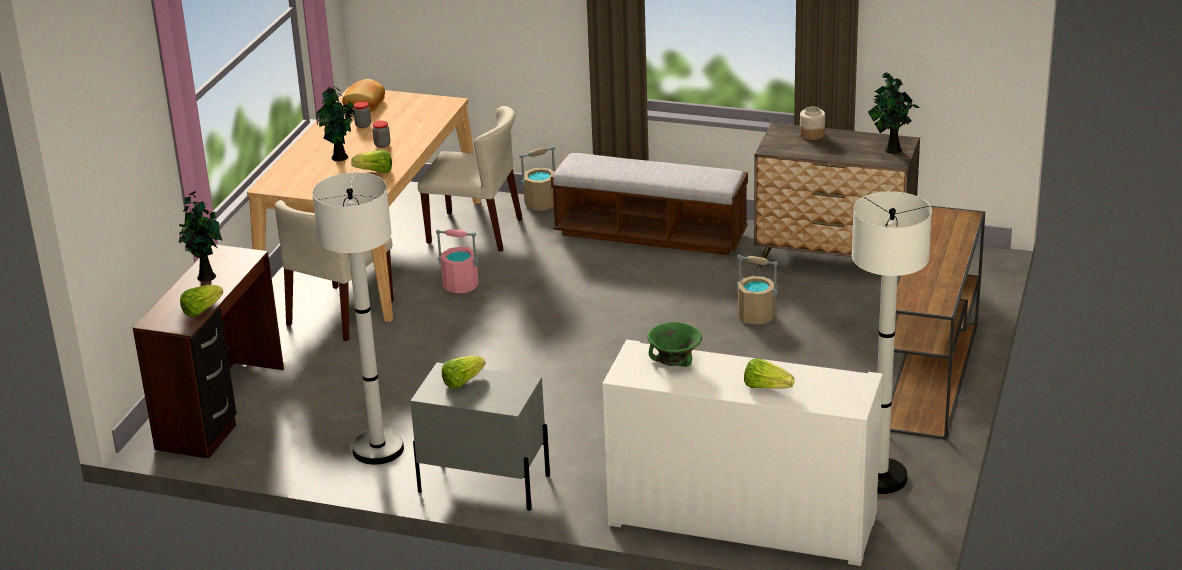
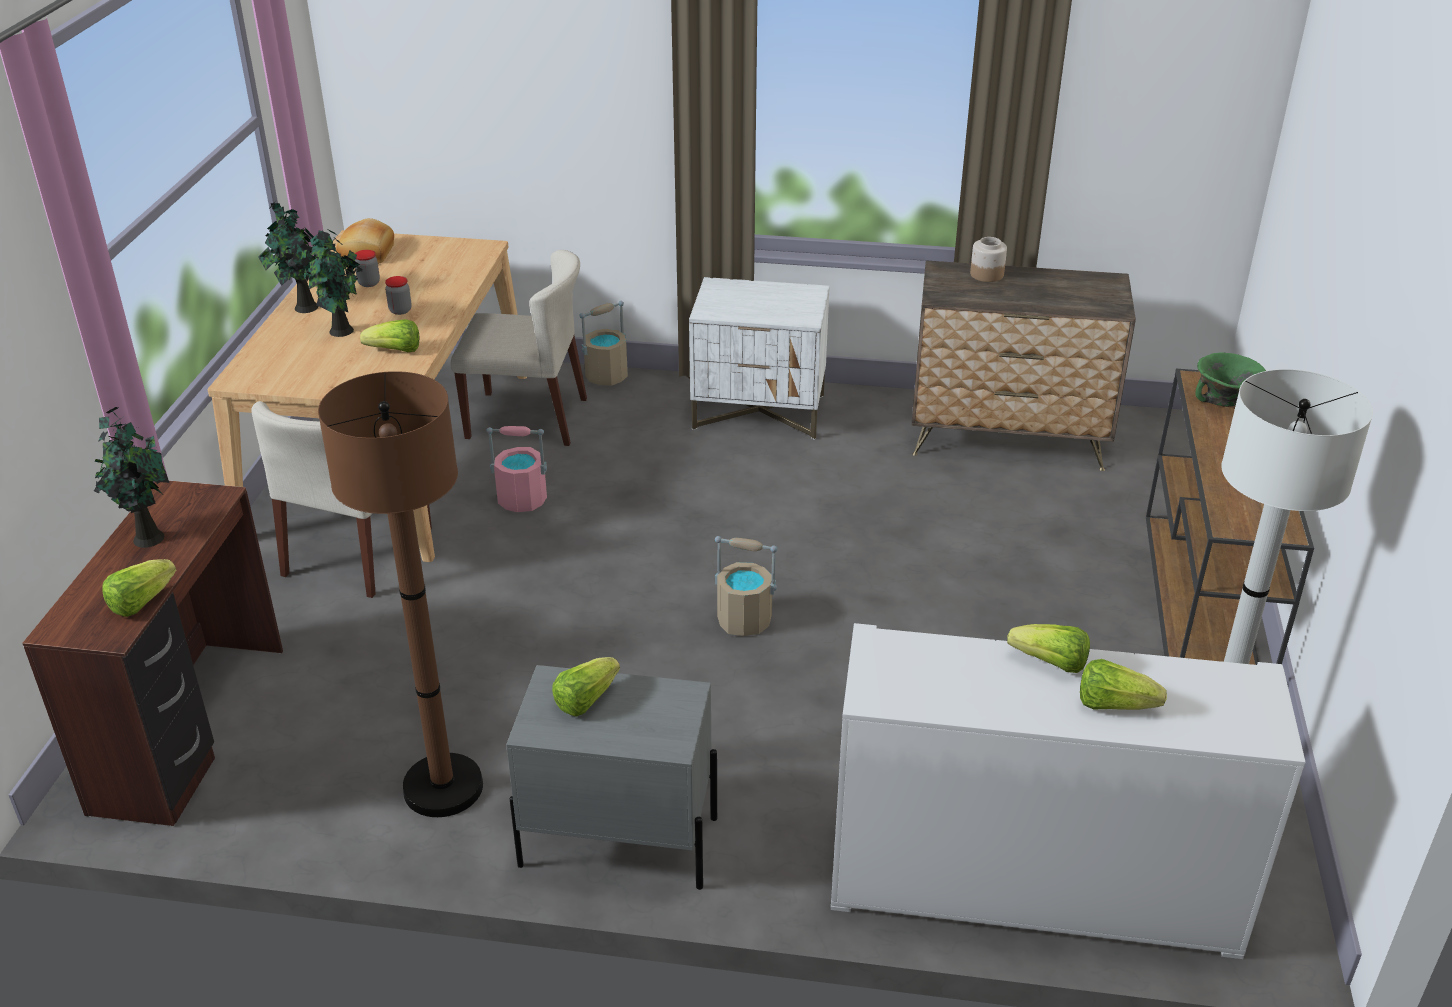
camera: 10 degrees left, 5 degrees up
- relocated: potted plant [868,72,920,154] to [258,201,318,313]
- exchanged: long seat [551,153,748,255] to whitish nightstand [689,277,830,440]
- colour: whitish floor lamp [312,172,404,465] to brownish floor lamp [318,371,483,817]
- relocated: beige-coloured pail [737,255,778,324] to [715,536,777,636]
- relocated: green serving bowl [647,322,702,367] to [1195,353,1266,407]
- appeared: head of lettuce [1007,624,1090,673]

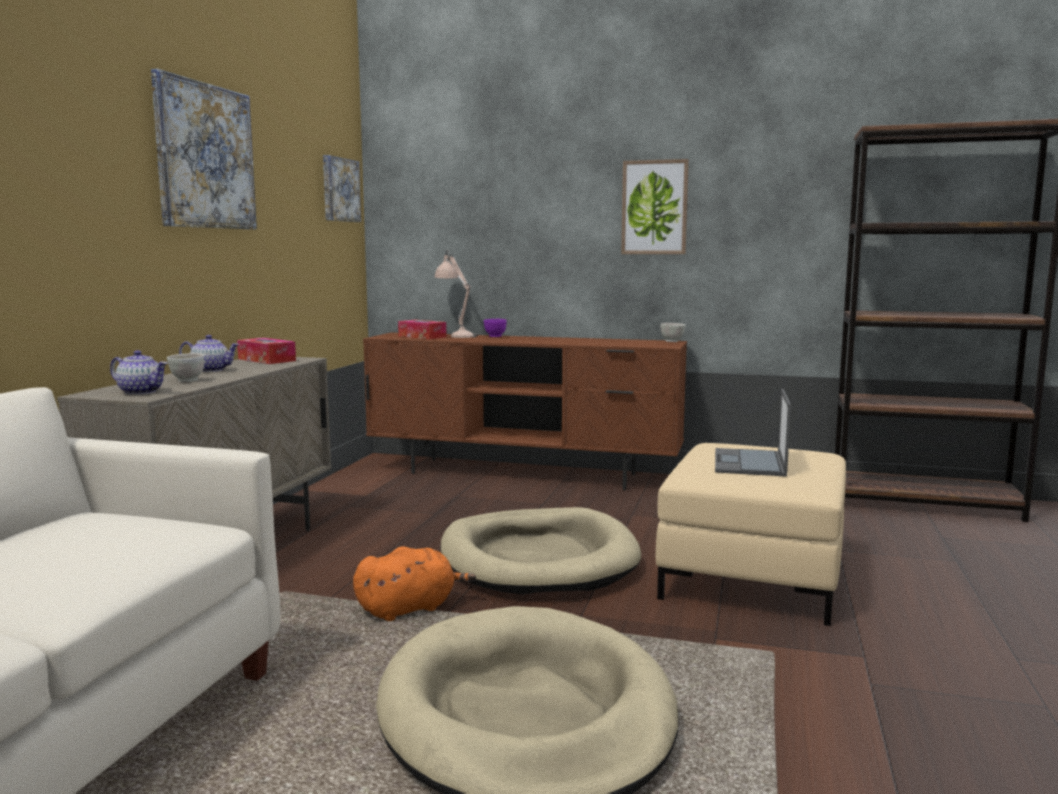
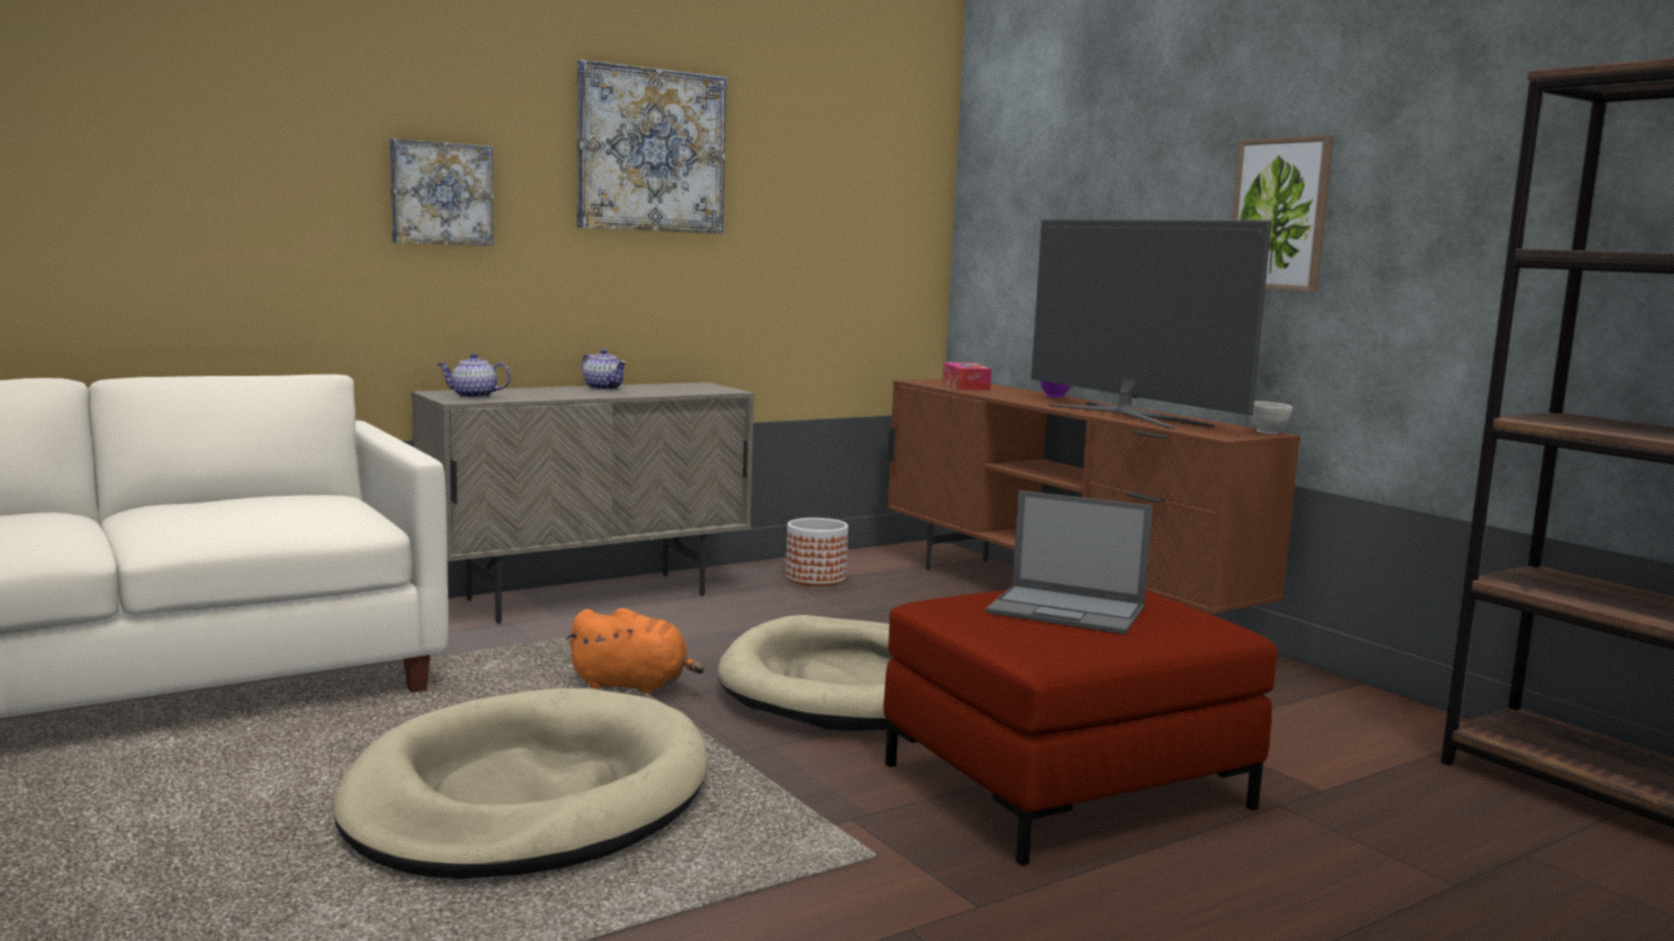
camera: 40 degrees right, 0 degrees up
- relocated: wall art [323,155,361,222] to [390,139,494,246]
- missing: beige-coloured table lamp [434,250,478,338]
- missing: tissue holder [237,338,296,364]
- spun: tea pot [110,350,167,395] = [438,353,511,398] 120 degrees clockwise
- missing: whitish serving bowl [167,353,204,382]
- spun: laptop [715,389,791,476] = [986,490,1153,634] 120 degrees counterclockwise
- colour: beige-coloured pouffe [656,443,846,626] to reddish pouffe [883,590,1278,866]
- appeared: TV set [1031,219,1272,429]
- appeared: planter [786,518,848,586]

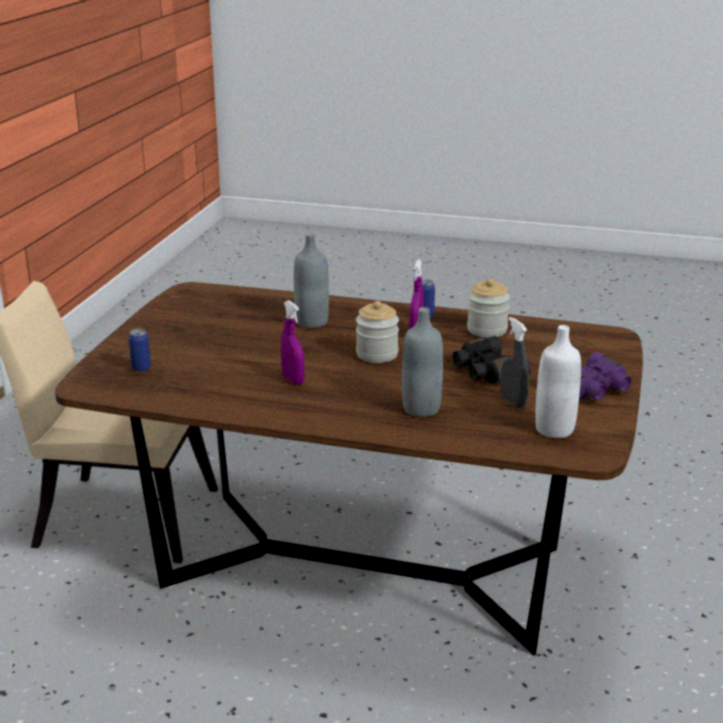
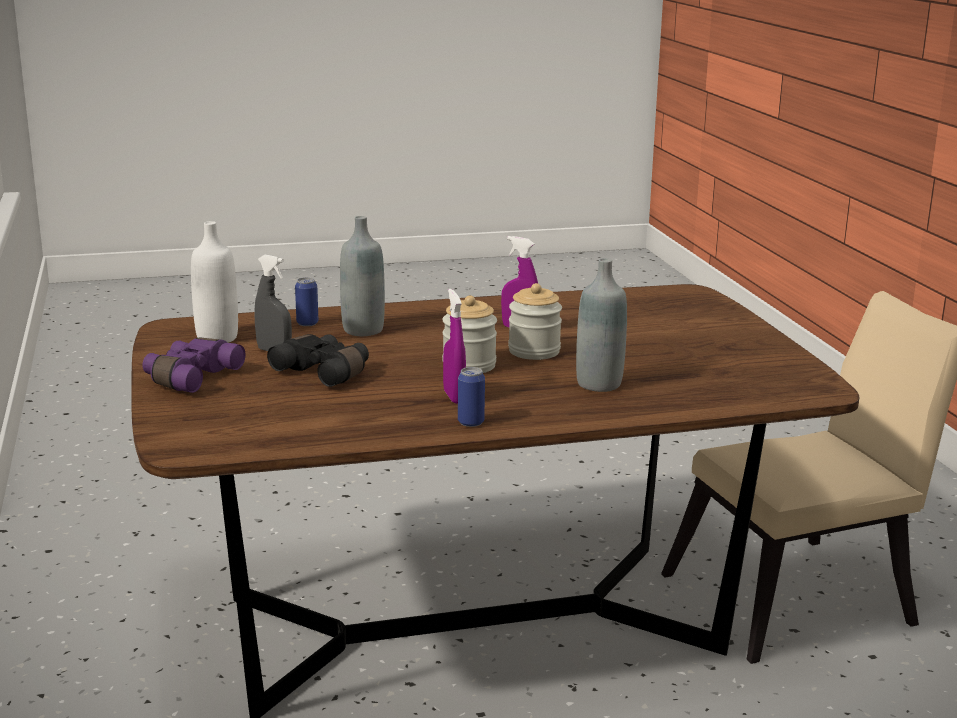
camera: 150 degrees right, 5 degrees down
- relocated: jar [467,278,510,338] to [508,283,562,360]
- relocated: can [128,329,151,372] to [295,277,318,326]

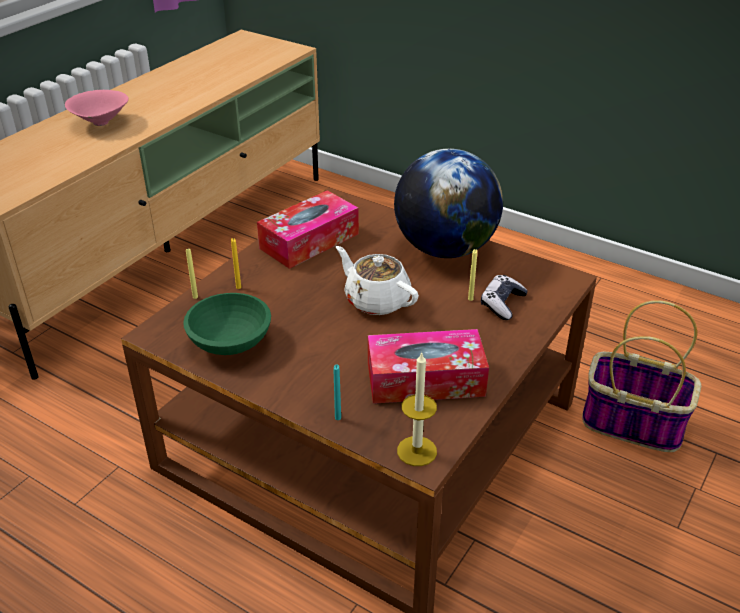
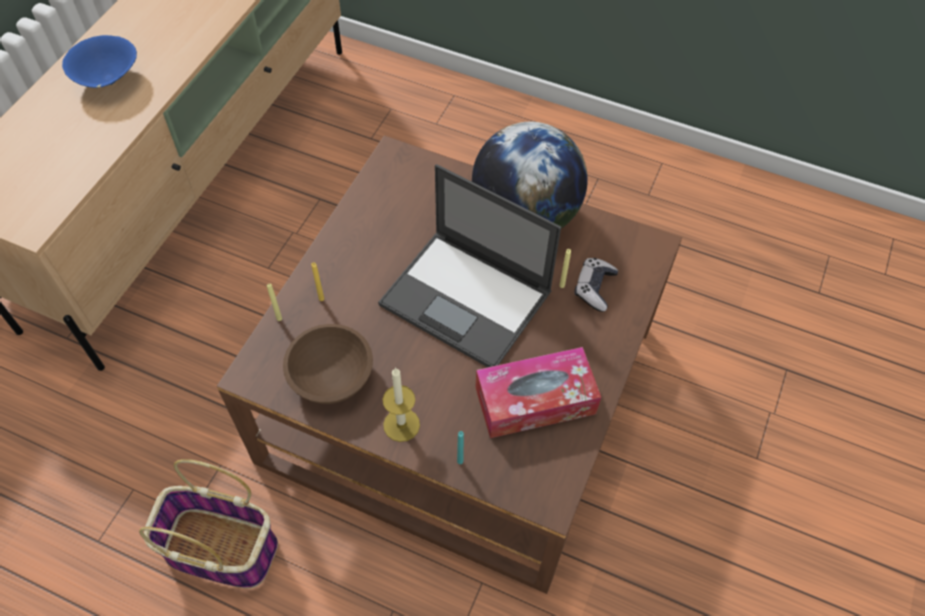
camera: 10 degrees left, 20 degrees up
- colour: pink-coloured serving bowl [65,90,129,126] to blue-coloured serving bowl [62,35,137,88]
- missing: tissue holder [257,190,359,269]
- exchanged: whitish tea pot [336,246,419,315] to laptop [378,164,561,367]
- colour: green serving bowl [183,293,271,355] to brownish serving bowl [283,324,373,404]
- relocated: basket [582,300,701,452] to [139,459,278,588]
- relocated: wax light [397,351,437,466] to [383,367,420,442]

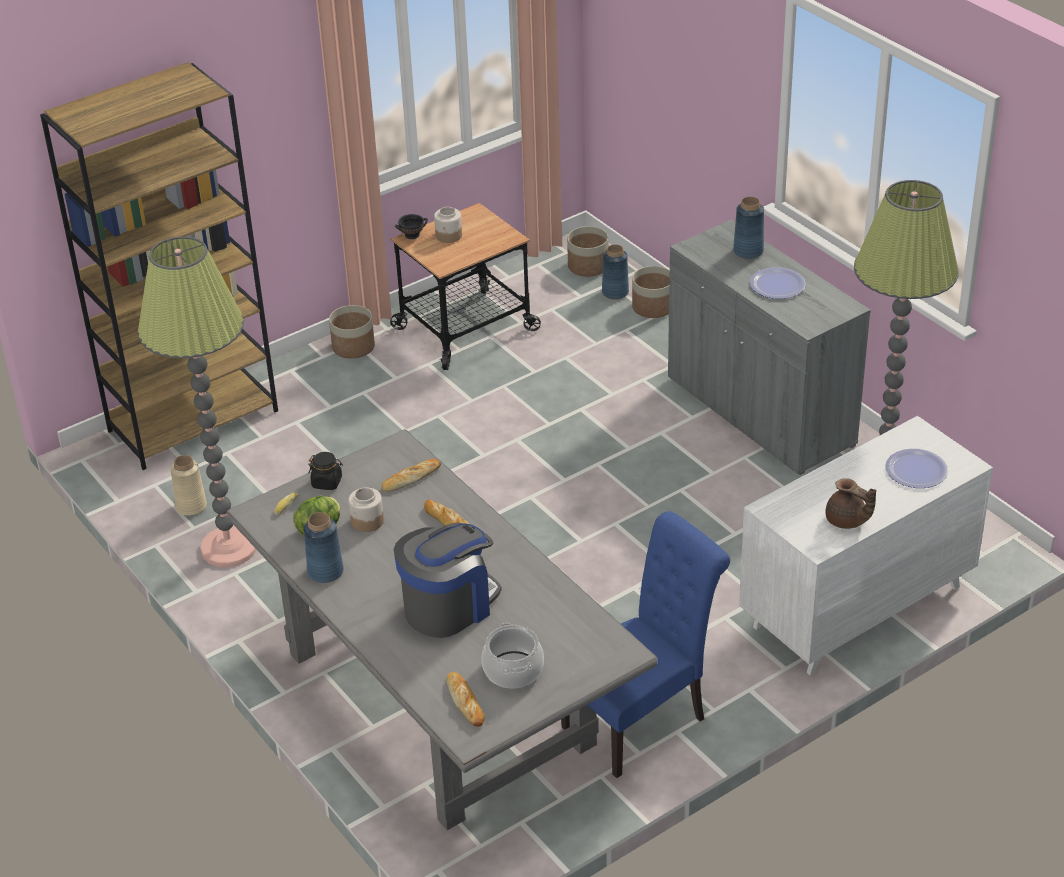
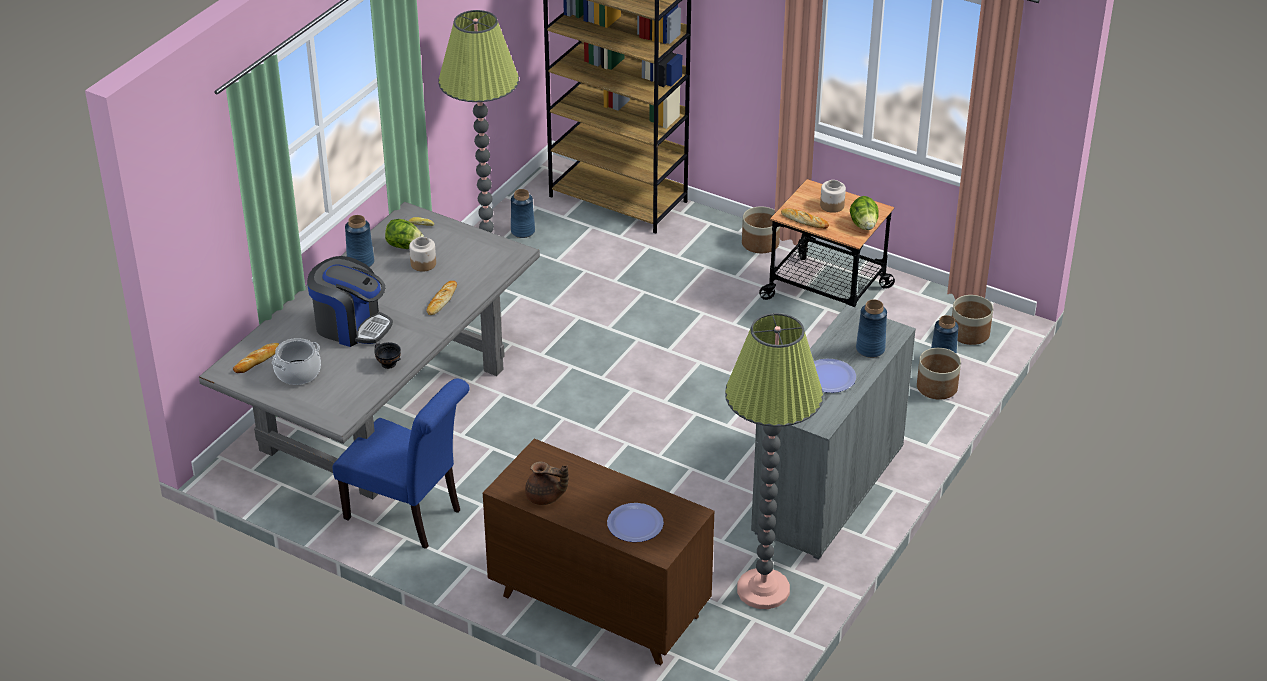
camera: 65 degrees right, 0 degrees up
- relocated: black-coloured serving bowl [395,214,428,239] to [374,342,401,369]
- colour: whitish chest of drawers [739,416,993,675] to brownish chest of drawers [483,439,715,666]
- missing: black-coloured jar [308,452,343,490]
- colour: beige-coloured flower vase [170,455,207,516] to blue-coloured flower vase [511,189,535,238]
- relocated: bread [382,459,441,492] to [781,208,829,229]
- spun: brownish tea pot [825,478,876,529] = [525,461,569,505] 90 degrees counterclockwise
- appeared: head of lettuce [850,196,879,230]

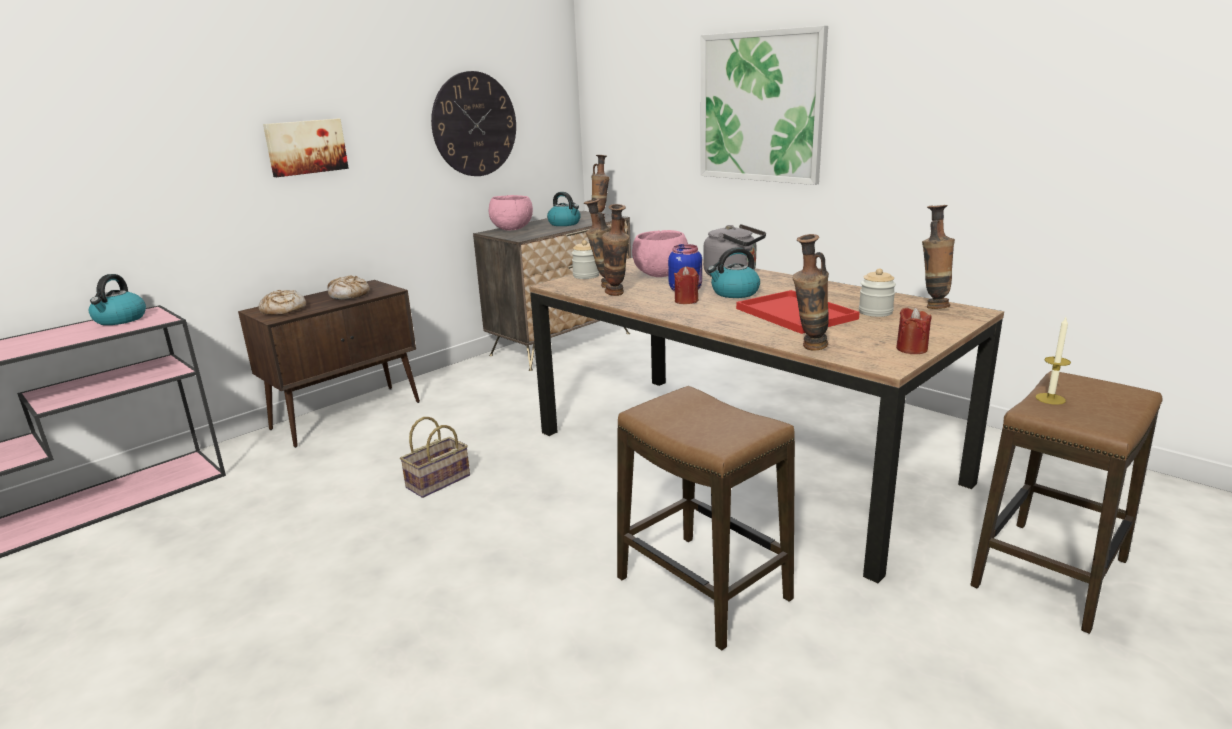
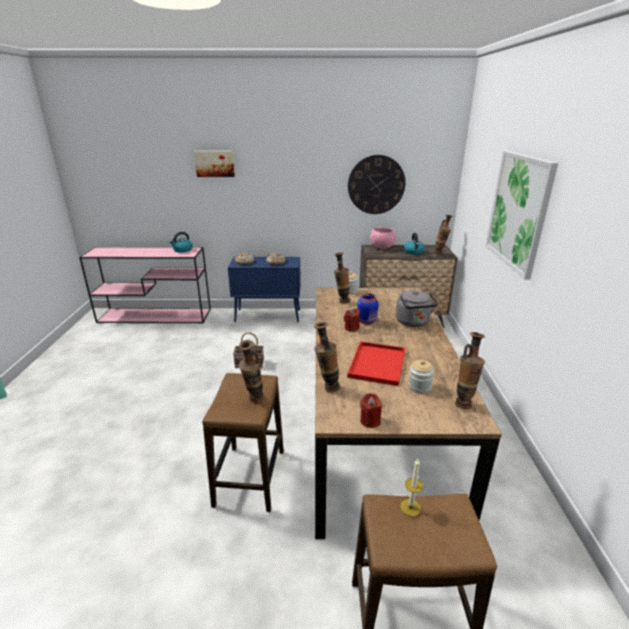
camera: 45 degrees right, 5 degrees up
- relocated: wall art [263,119,349,177] to [194,151,235,177]
- relocated: flower vase [602,204,629,296] to [239,341,264,403]
- missing: pink-coloured serving bowl [632,230,688,277]
- missing: water kettle [707,247,760,298]
- colour: brownish cupboard [238,280,420,448] to blue-coloured cupboard [228,257,301,323]

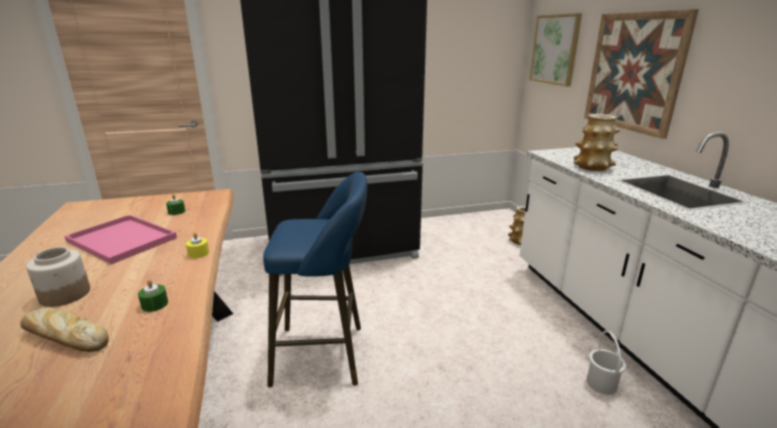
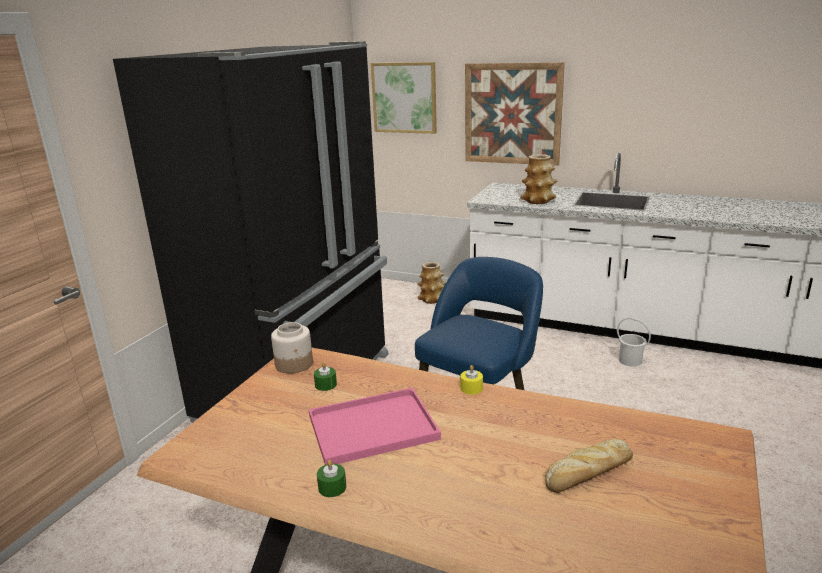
camera: 50 degrees left, 0 degrees up
- relocated: jar [26,247,90,307] to [271,322,313,374]
- relocated: green wax light [138,279,168,312] to [317,460,346,497]

